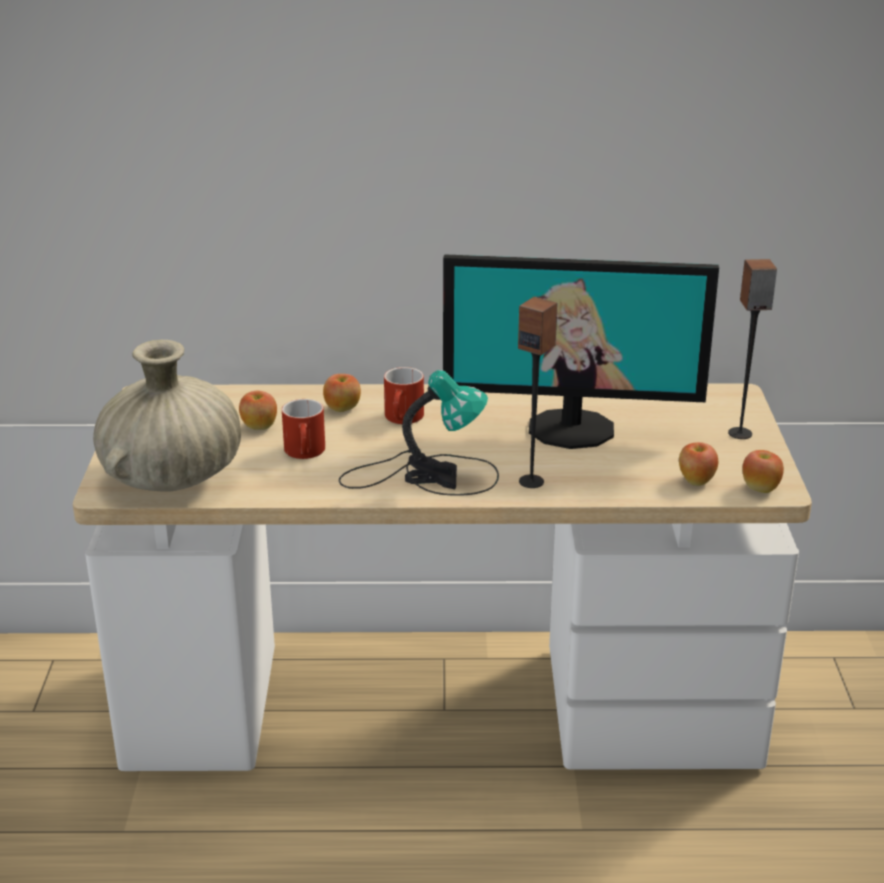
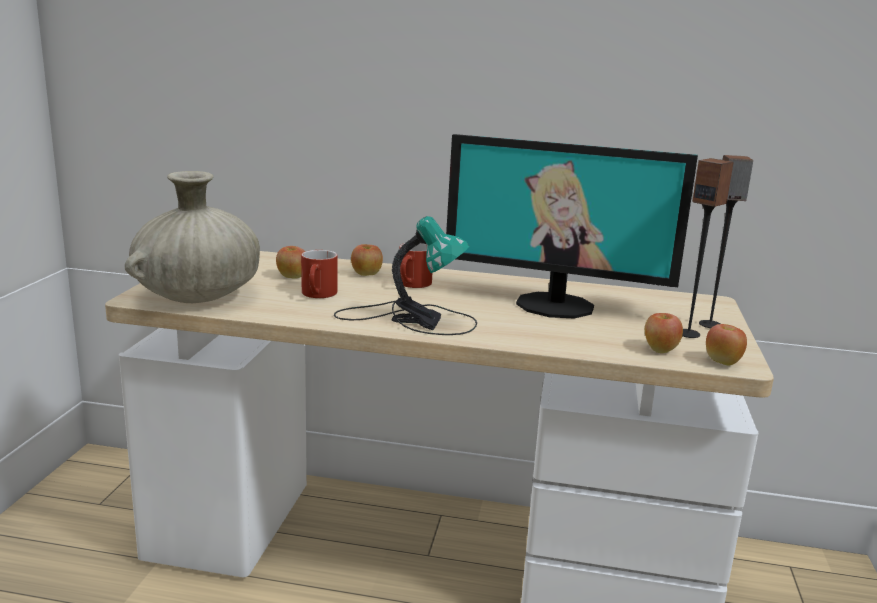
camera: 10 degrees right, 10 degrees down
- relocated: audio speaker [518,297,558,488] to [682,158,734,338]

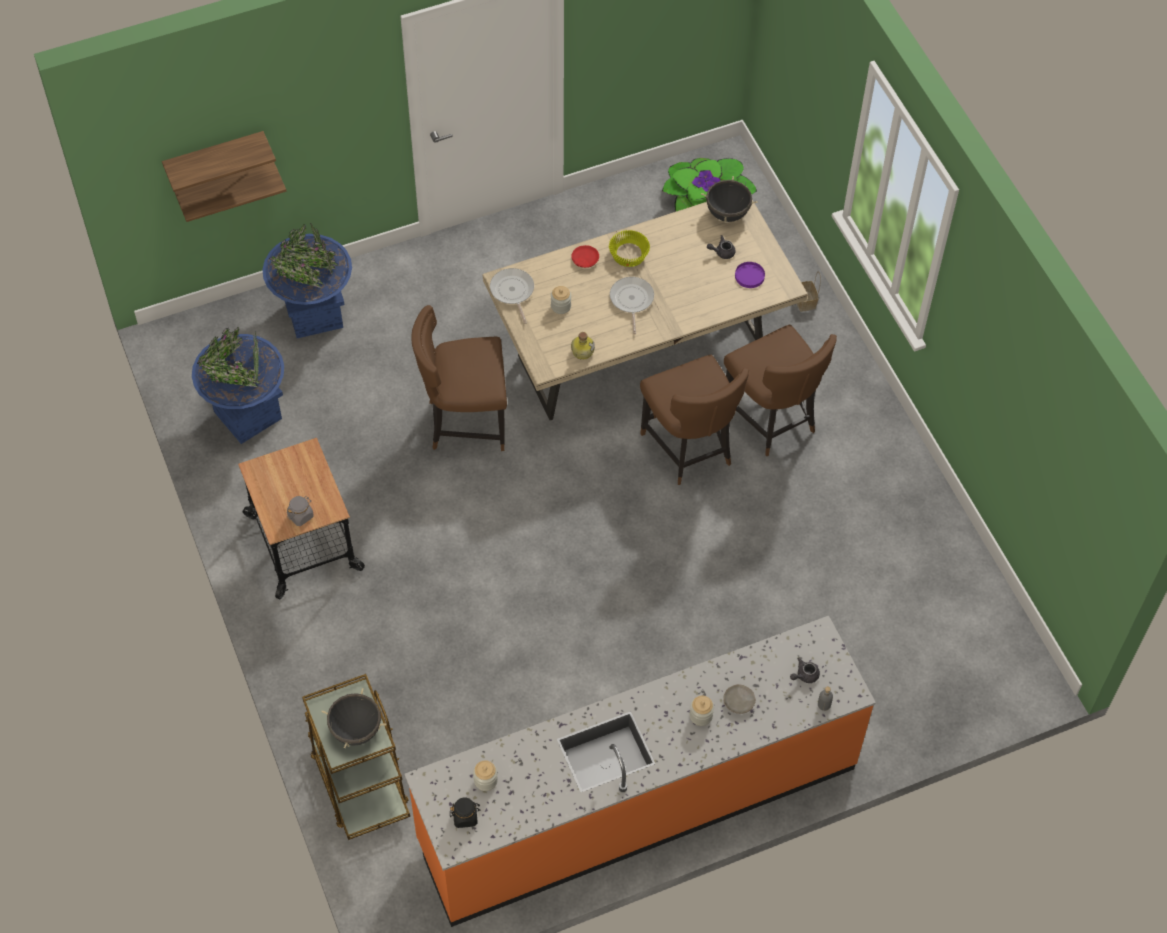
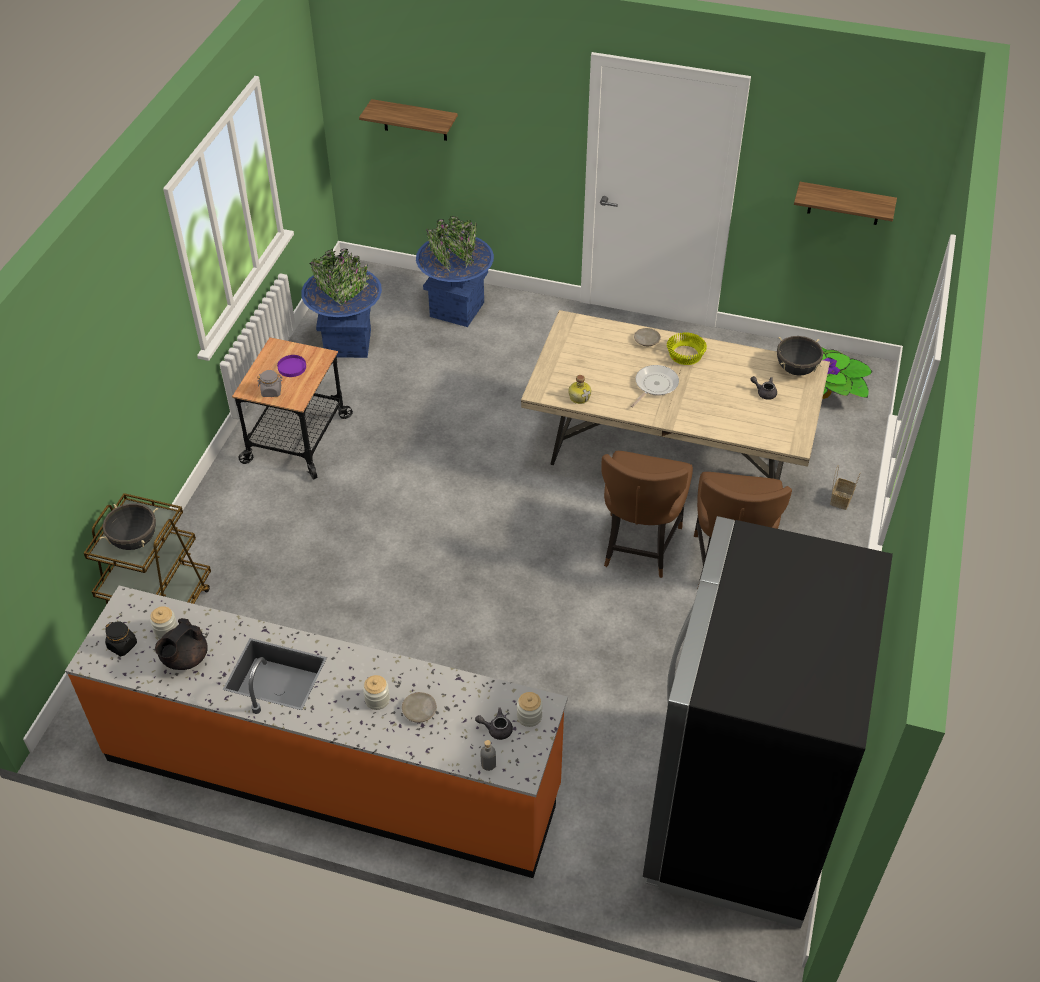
camera: 40 degrees right, 10 degrees down
- relocated: shelf [175,162,286,222] to [794,182,897,225]
- colour: reddish flat dish [571,245,599,268] to beige-coloured flat dish [634,328,661,346]
- relocated: purplish flat dish [735,262,765,288] to [277,355,306,377]
- missing: pan [490,268,534,324]
- relocated: jar [551,286,571,314] to [517,692,543,727]
- missing: brownish upright chair [411,305,507,451]
- appeared: black-coloured refrigerator [643,516,893,928]
- appeared: black-coloured tea pot [155,618,208,670]

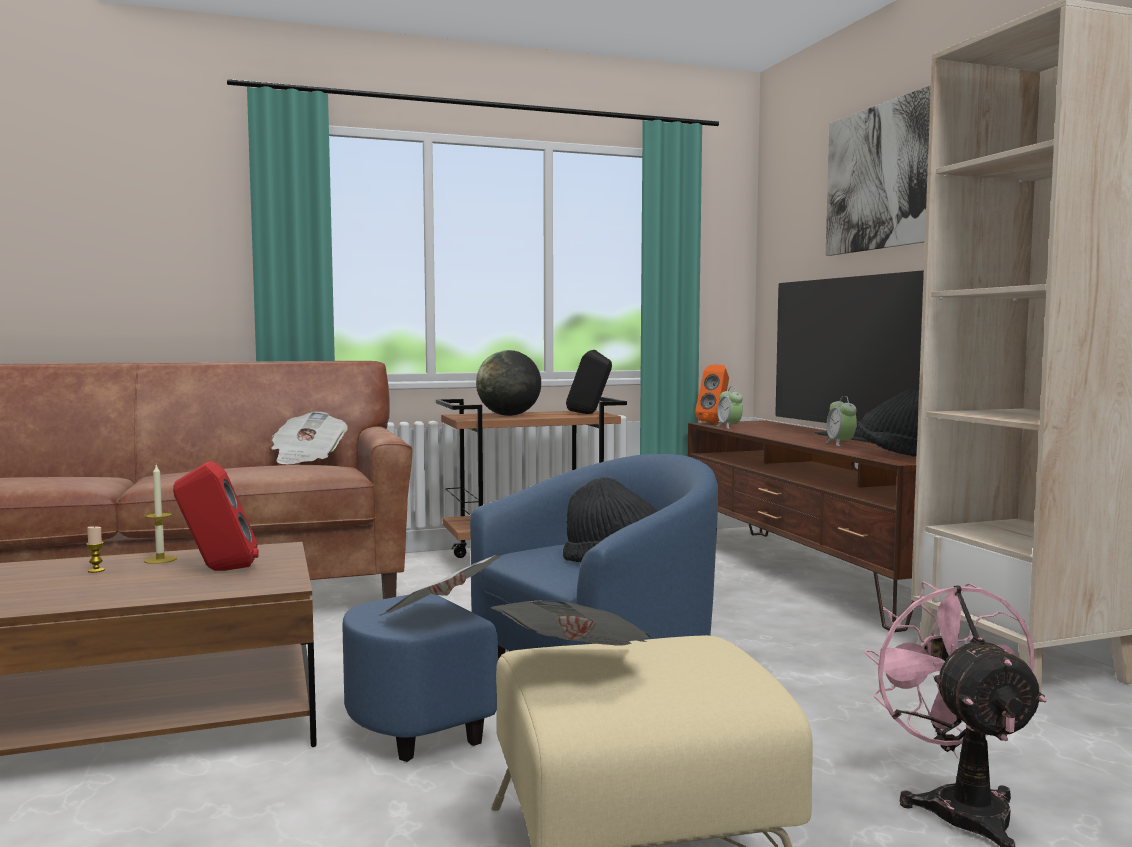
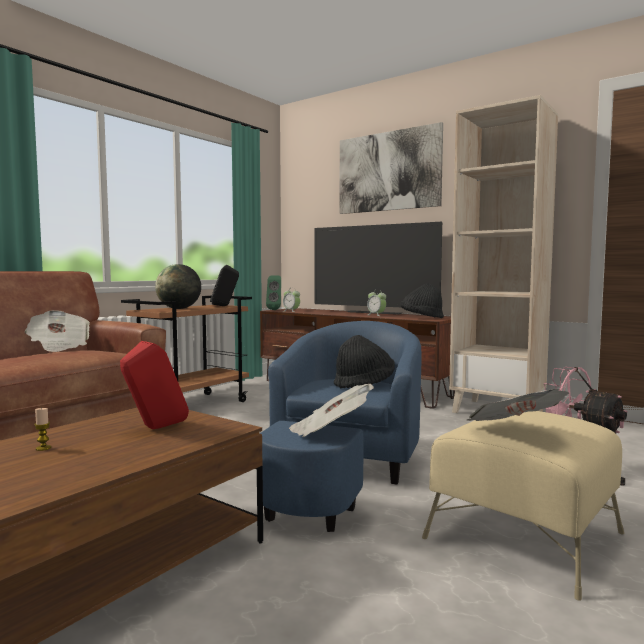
camera: 35 degrees left, 0 degrees up
- colour: orange audio speaker [695,365,729,423] to green audio speaker [266,275,281,310]
- missing: wax light [144,465,177,564]

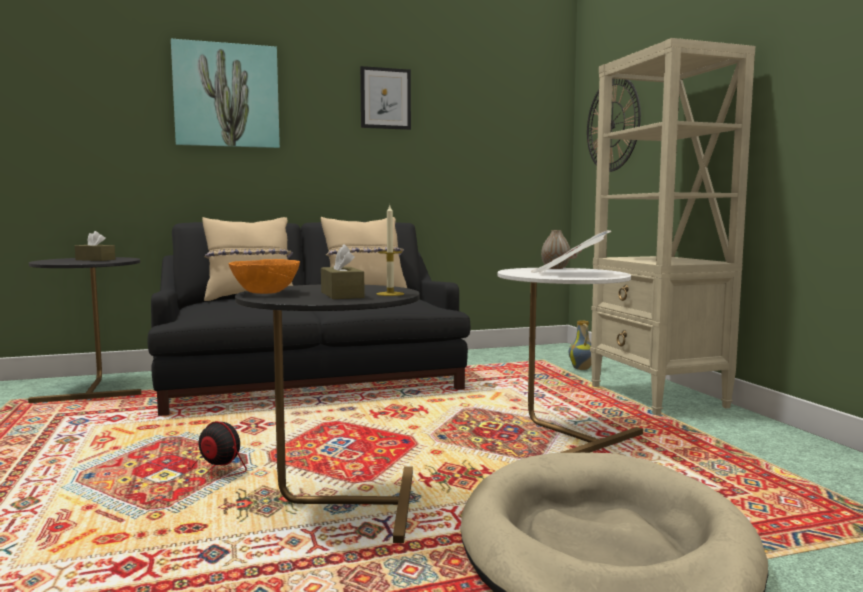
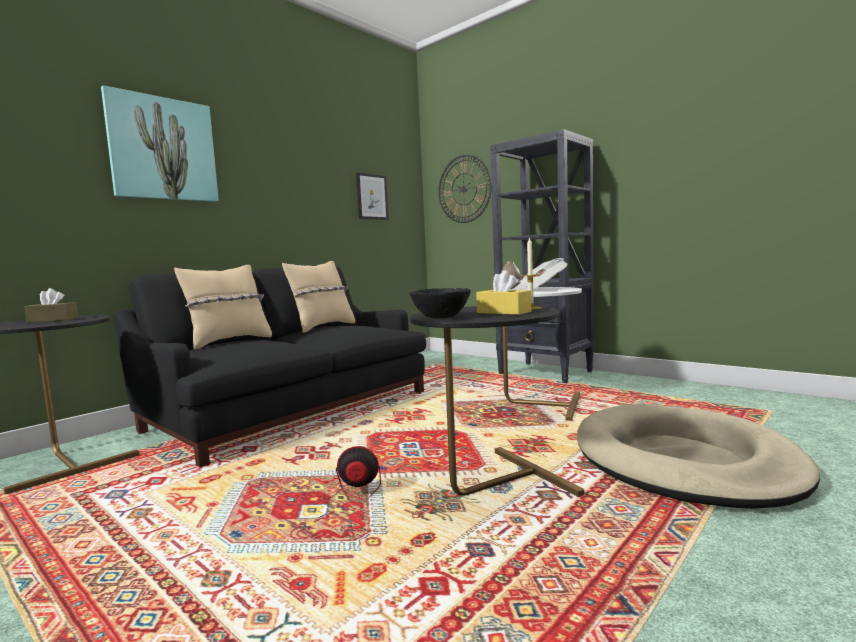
camera: 30 degrees left, 0 degrees up
- colour: beige-coloured shelving unit [590,38,755,415] to black-coloured shelving unit [490,129,594,383]
- relocated: wall art [360,66,411,130] to [356,173,389,220]
- colour: brownish tissue holder [321,244,365,299] to yellowish tissue holder [476,270,532,315]
- colour: orange serving bowl [228,259,300,294] to black-coloured serving bowl [409,288,471,318]
- missing: flower vase [569,321,591,370]

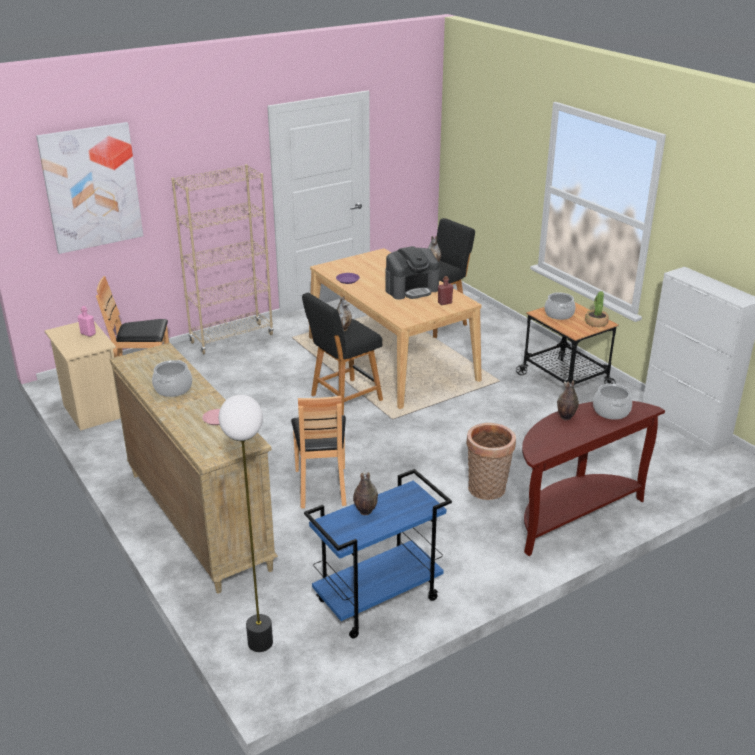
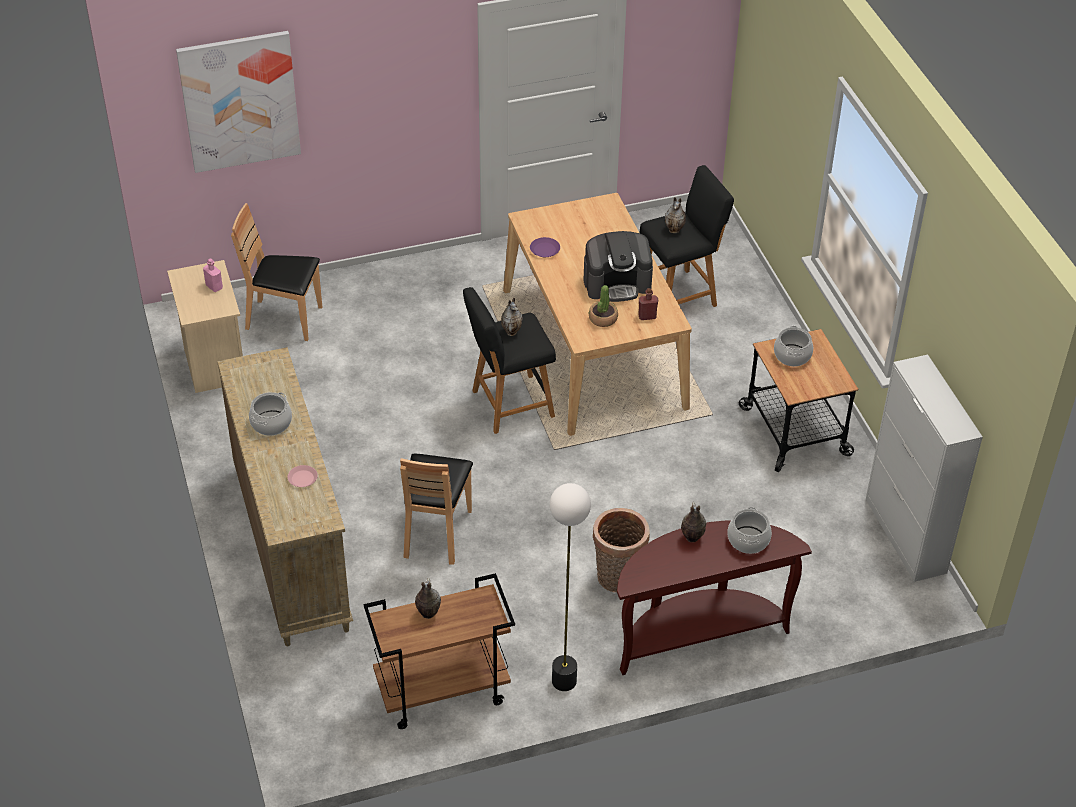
camera: 15 degrees right, 15 degrees up
- missing: beige-coloured shelving unit [171,164,274,354]
- relocated: potted plant [585,291,609,327] to [589,285,618,327]
- relocated: floor lamp [219,395,273,652] to [550,483,591,691]
- colour: blue-coloured trolley [304,469,452,639] to brownish trolley [364,573,515,729]

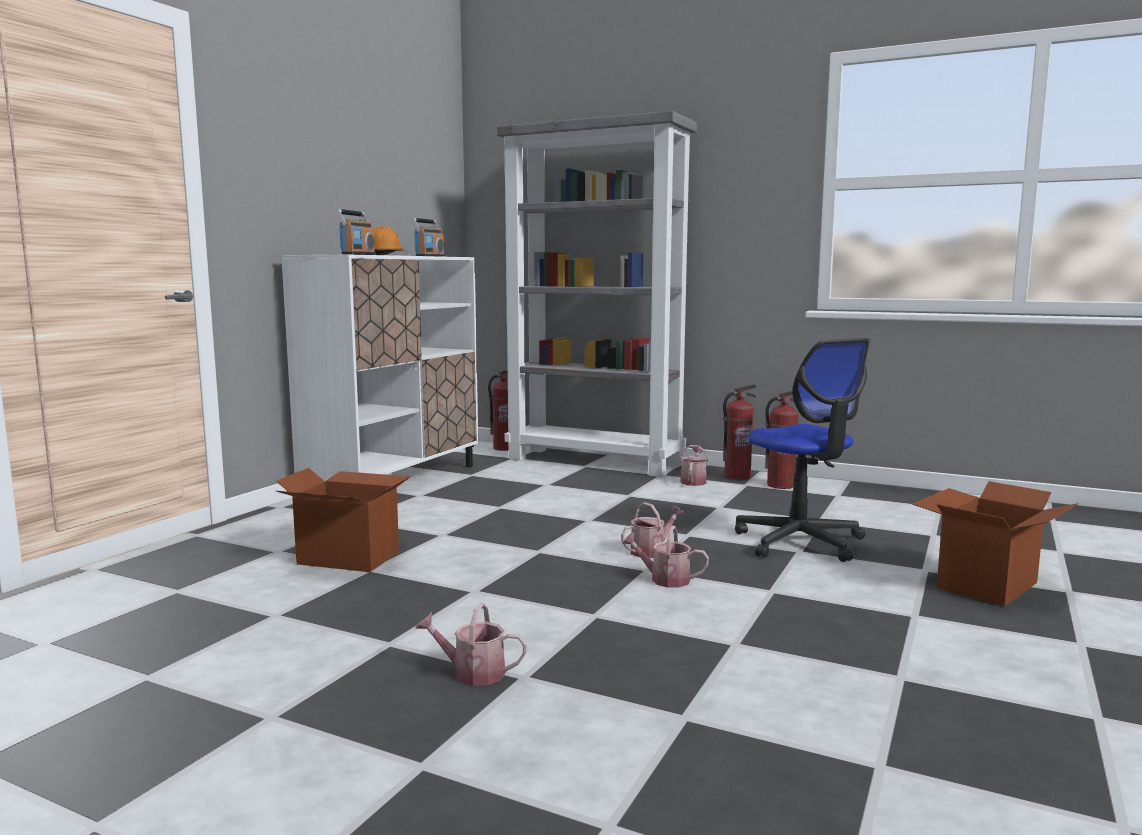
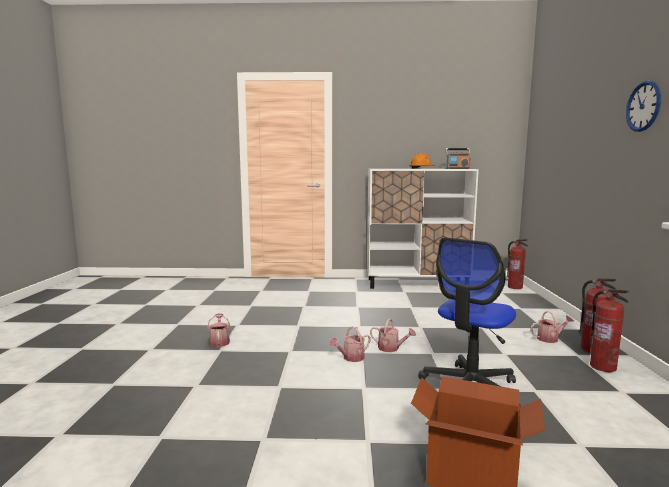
camera: 65 degrees right, 0 degrees up
- missing: grey shelving unit [497,111,697,477]
- missing: radio set [336,209,375,255]
- missing: packing box [276,468,411,572]
- spun: sprinkling can [622,525,709,588] = [329,326,371,362] 120 degrees counterclockwise
- appeared: wall clock [626,81,661,132]

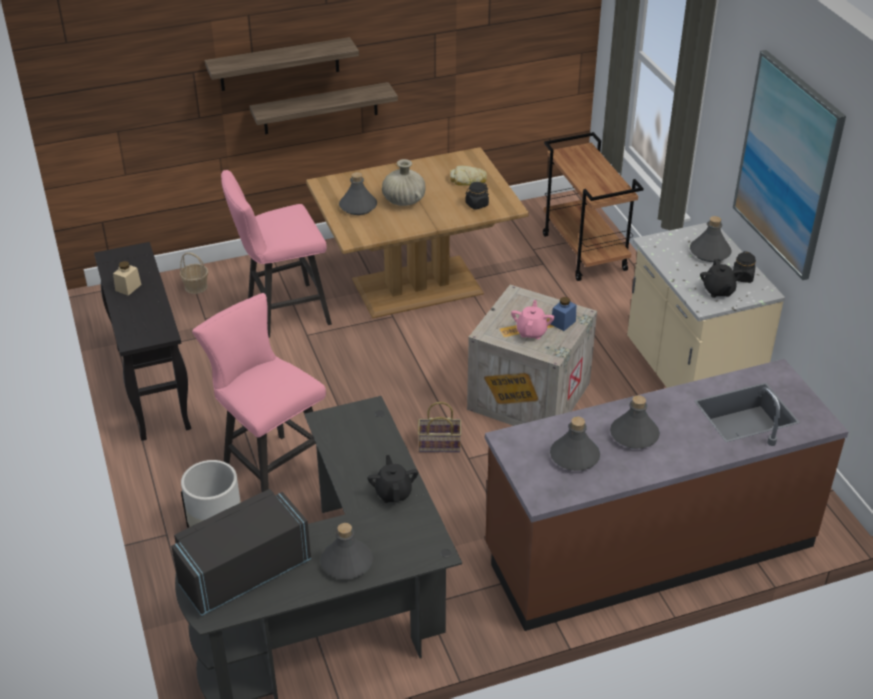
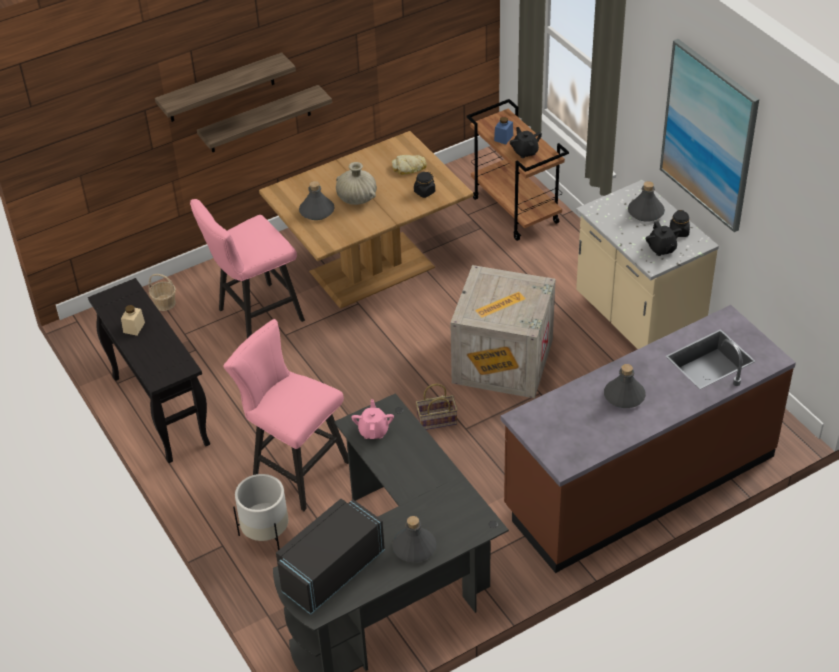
camera: 10 degrees left, 5 degrees up
- relocated: blue-coloured jar [551,297,576,331] to [494,117,513,145]
- relocated: pink-coloured tea pot [511,300,554,339] to [351,399,394,439]
- missing: grey bottle [550,417,600,471]
- relocated: black-coloured tea pot [368,455,418,503] to [510,127,542,158]

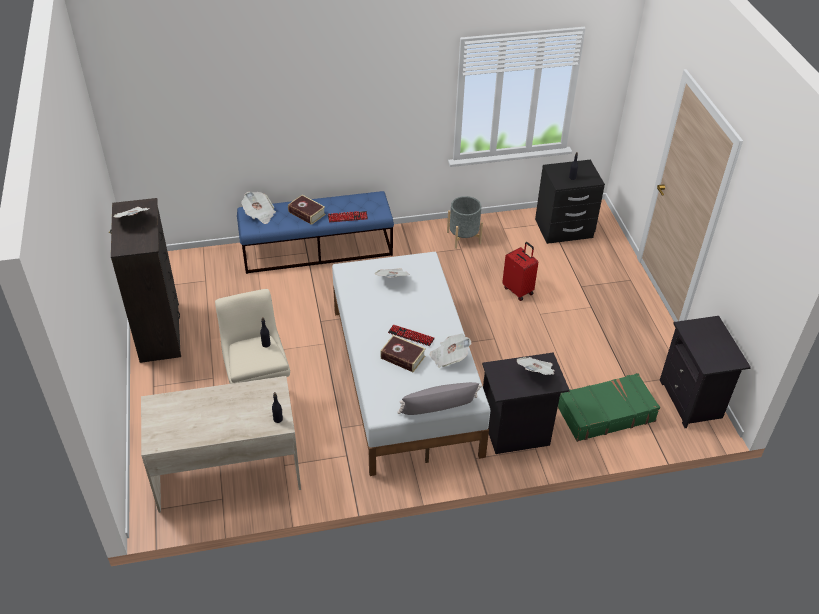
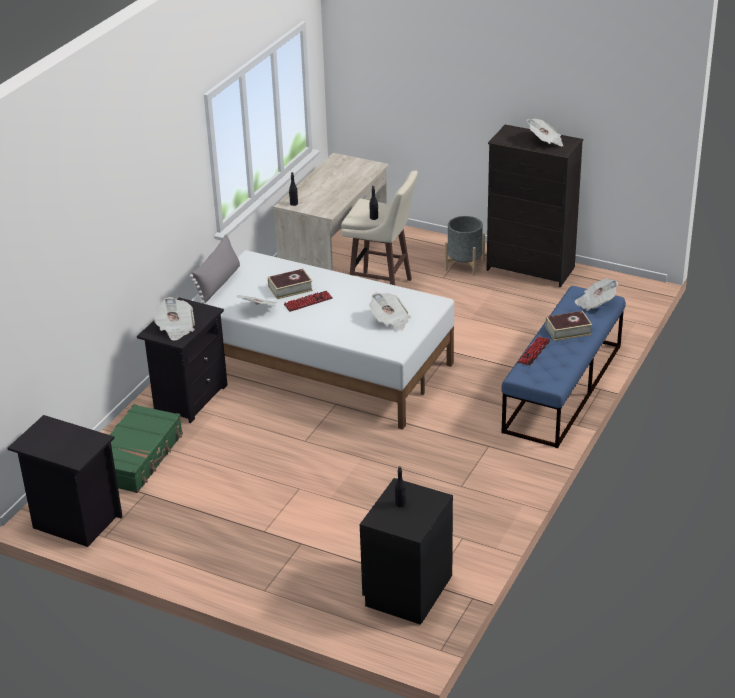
camera: 130 degrees right, 10 degrees down
- relocated: grey planter [447,196,483,249] to [445,216,485,276]
- missing: reddish travel case [502,242,538,301]

